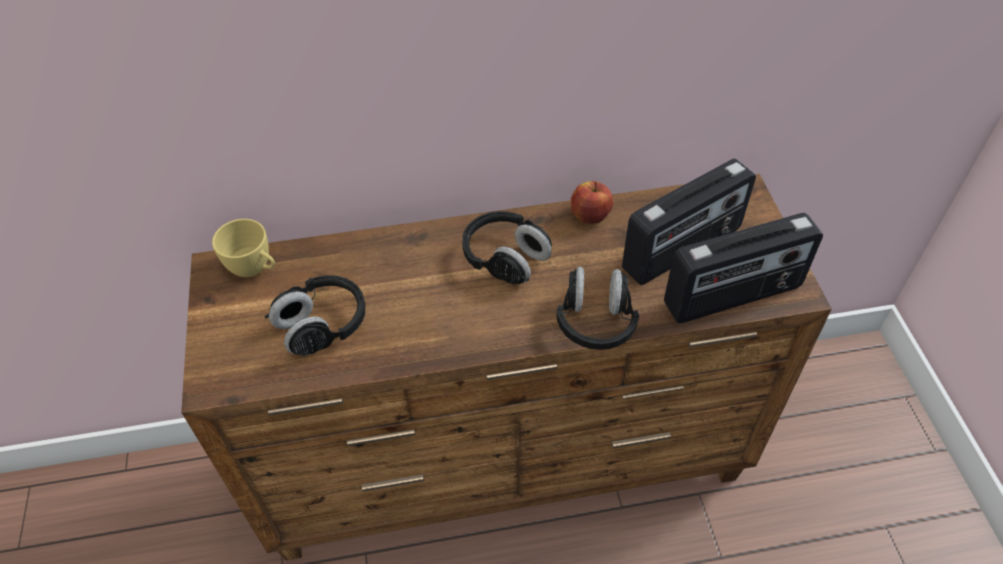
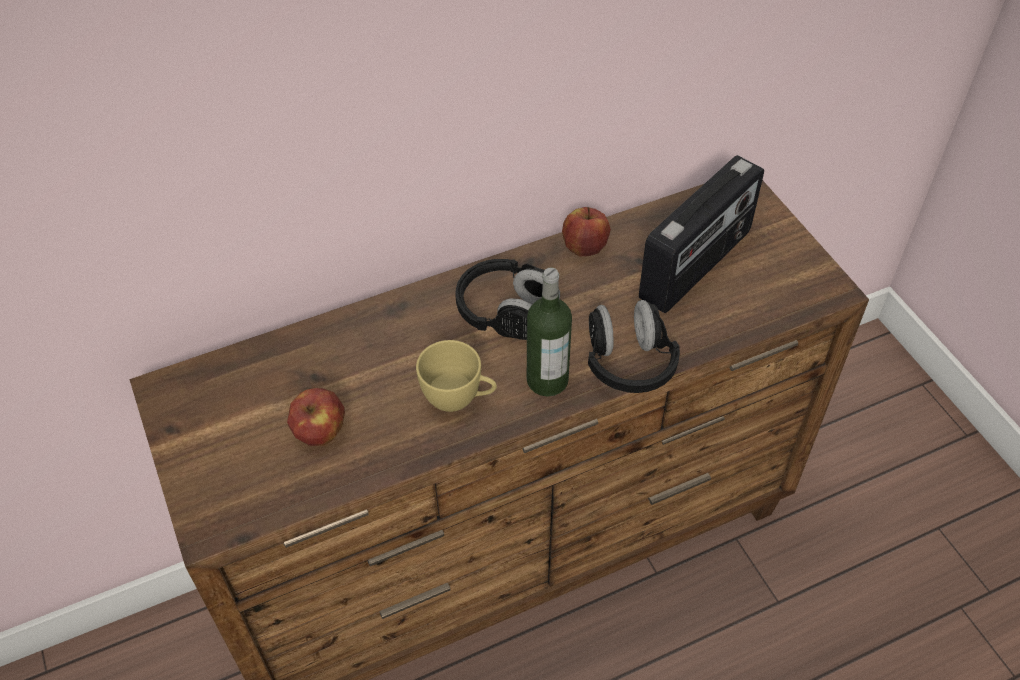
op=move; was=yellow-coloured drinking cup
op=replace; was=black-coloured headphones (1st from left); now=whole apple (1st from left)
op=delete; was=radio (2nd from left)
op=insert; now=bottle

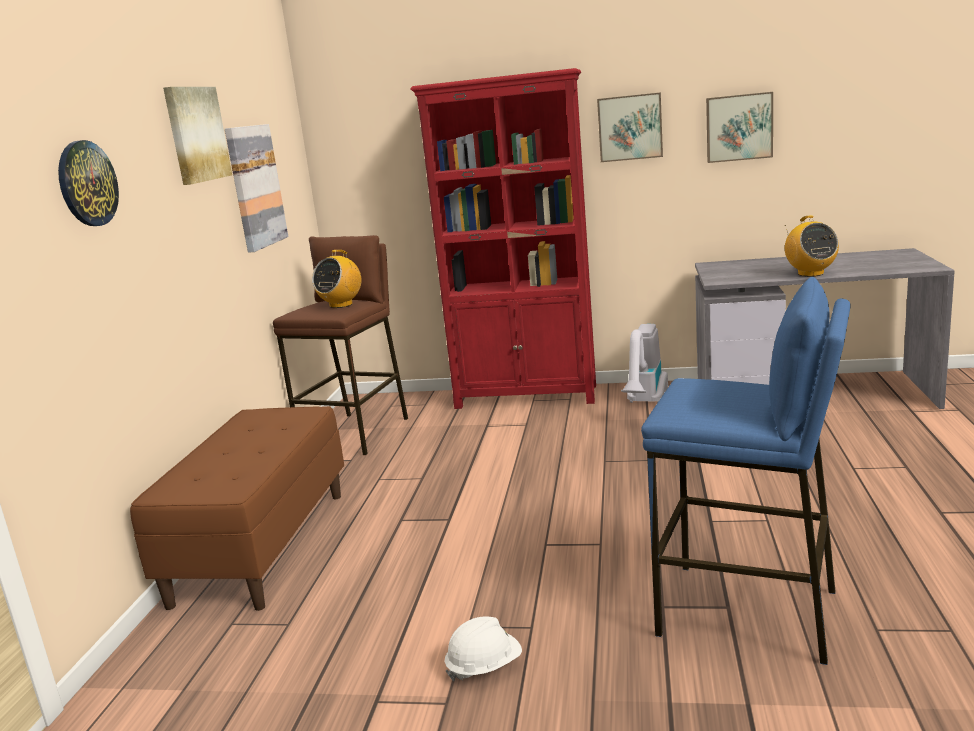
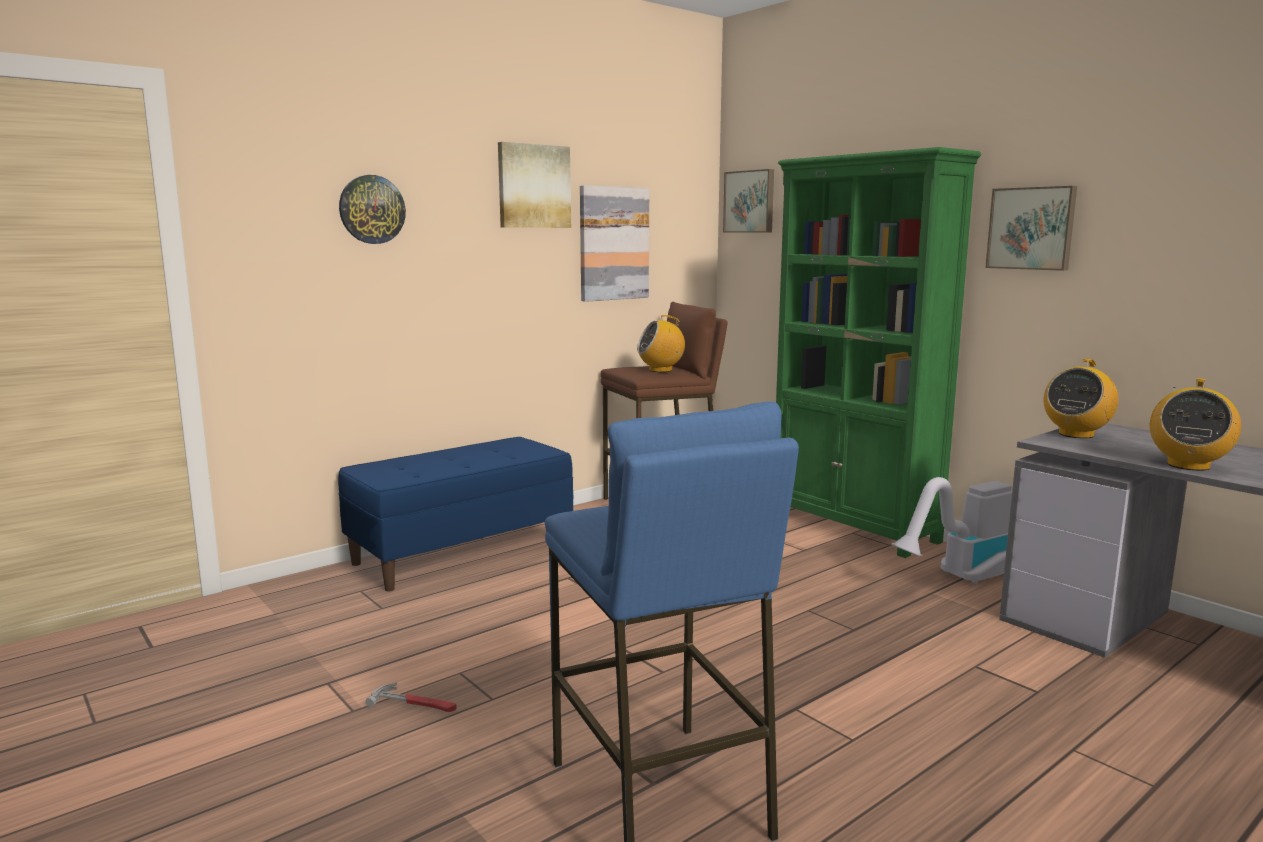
op=recolor; was=brown indoor bench; now=blue-coloured indoor bench
op=recolor; was=red shelving unit; now=green-coloured shelving unit
op=replace; was=white-coloured hard hat; now=hand hammer
op=move; was=picture (4th from left in the first image); now=picture (3rd from left)
op=insert; now=radio (2nd from left)

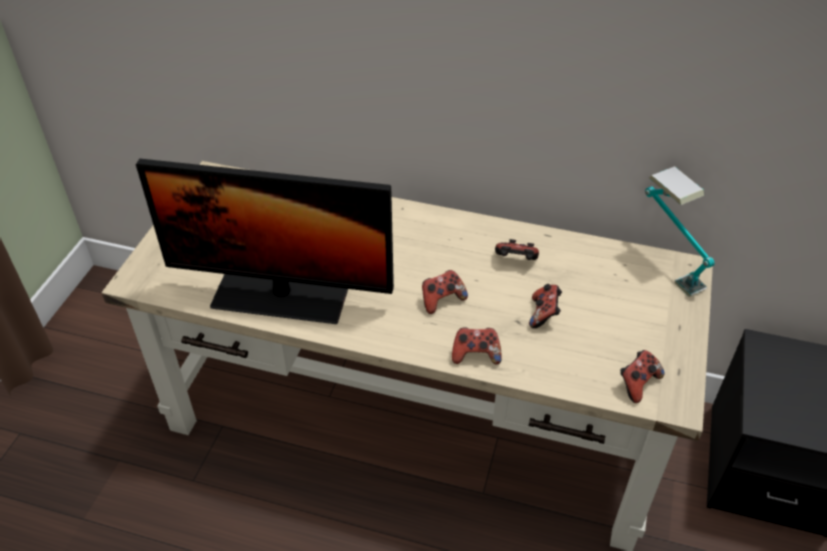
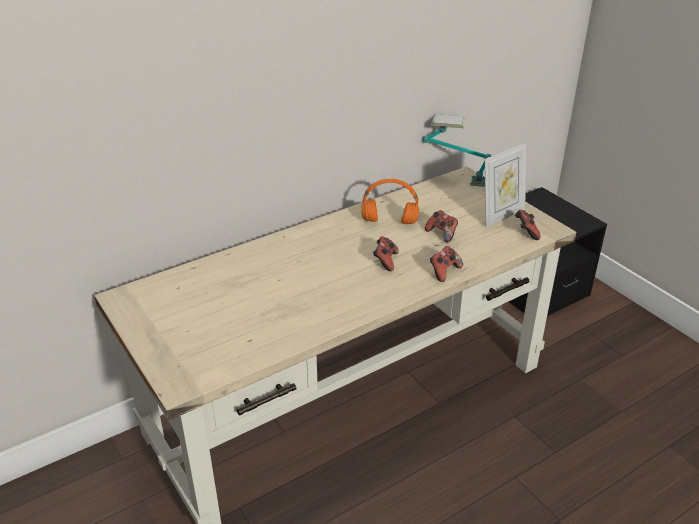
op=delete; was=monitor
op=replace; was=game controller (3rd from left); now=orange headphones
op=insert; now=photo frame

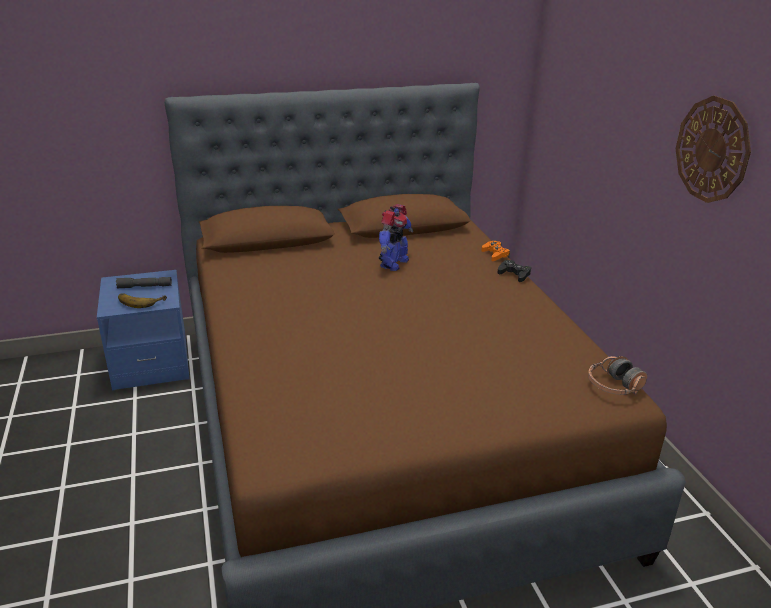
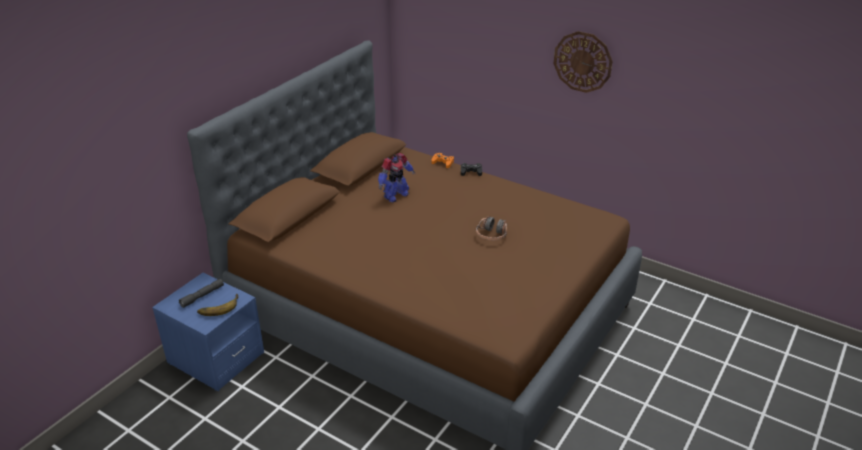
op=rotate; was=robot figure; clockwise=60
op=move; was=headphones

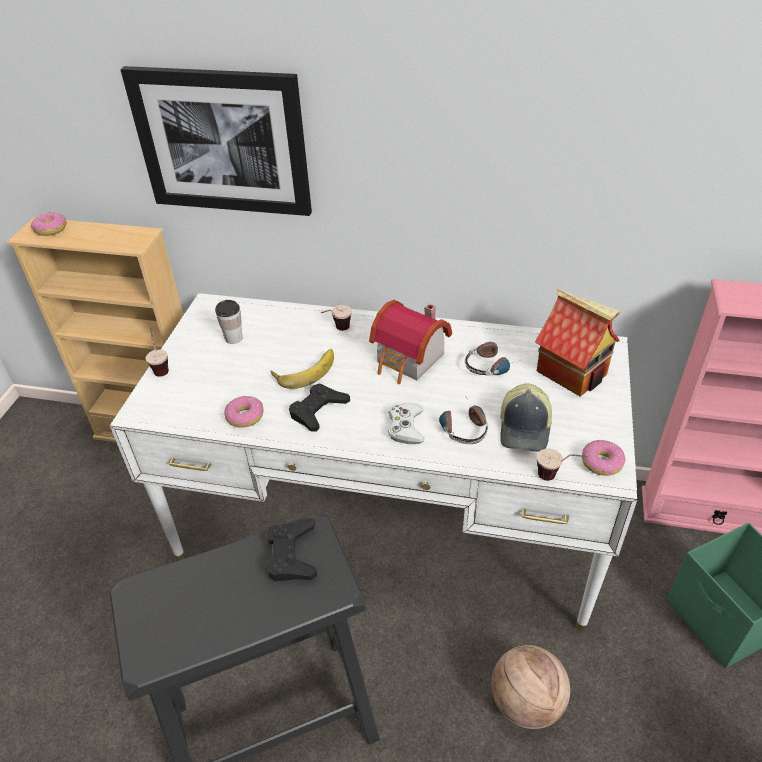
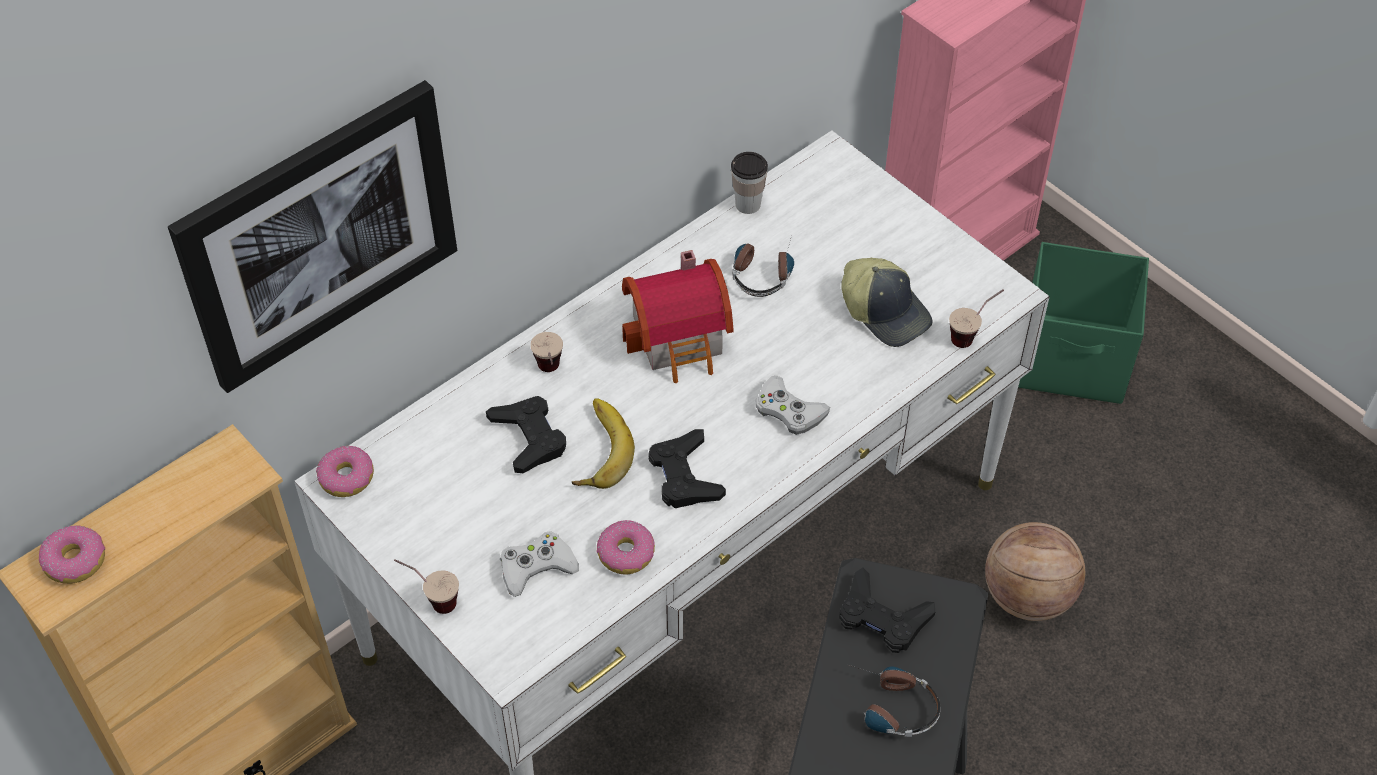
op=move; was=drinking cup (2nd from left in the first image); now=drinking cup (3rd from left)
op=move; was=headphones (1st from left in the first image); now=headphones (2nd from left)
op=delete; was=toy house (2nd from left)
op=move; was=donut (3rd from left in the first image); now=donut (2nd from left)
op=insert; now=black-coloured game controller (1st from left)
op=insert; now=white-coloured game controller (1st from left)

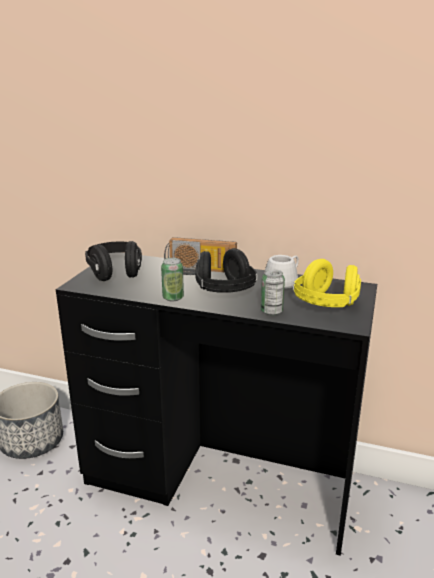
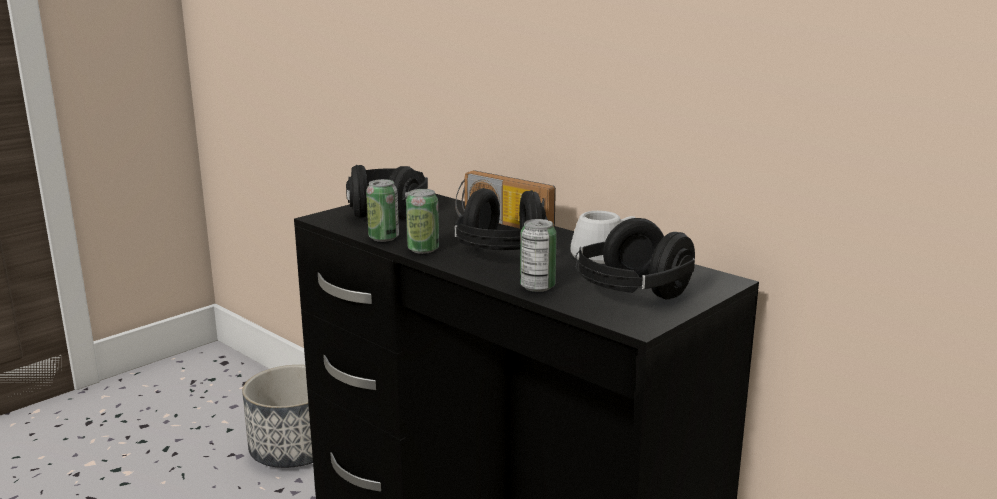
op=recolor; was=yellow-coloured headphones; now=black-coloured headphones (3rd from left)
op=insert; now=sealed can (1st from left)

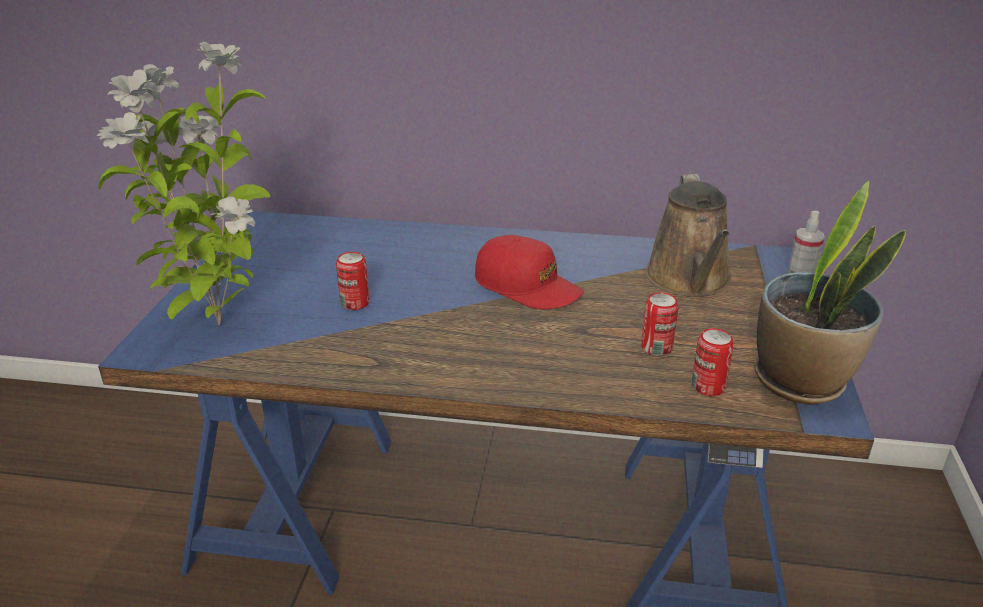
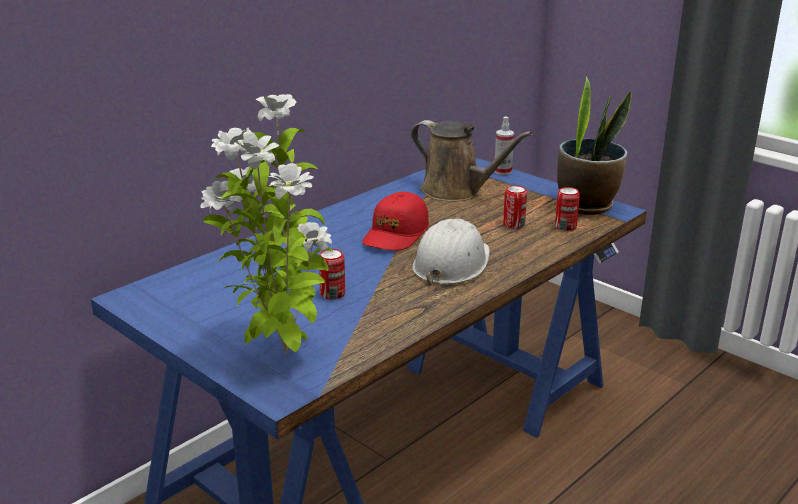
op=rotate; was=red baseball cap; clockwise=135
op=insert; now=white-coloured hard hat

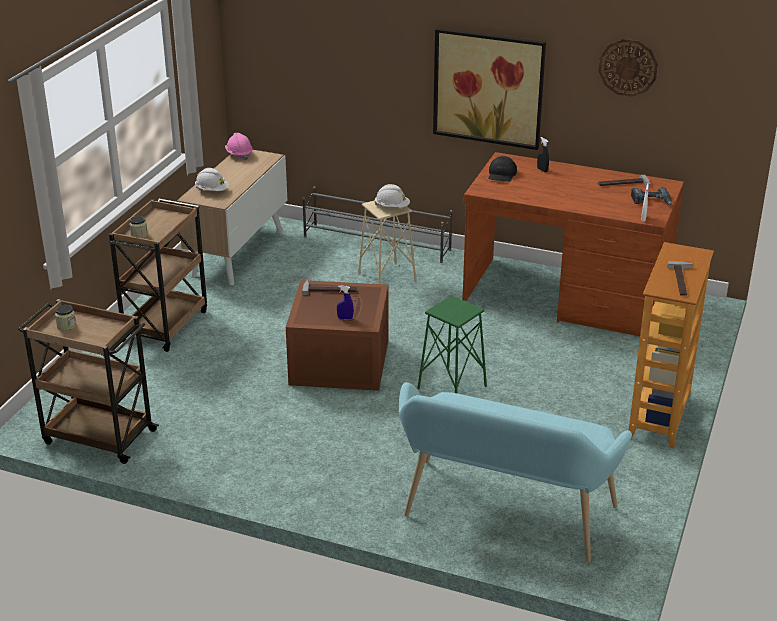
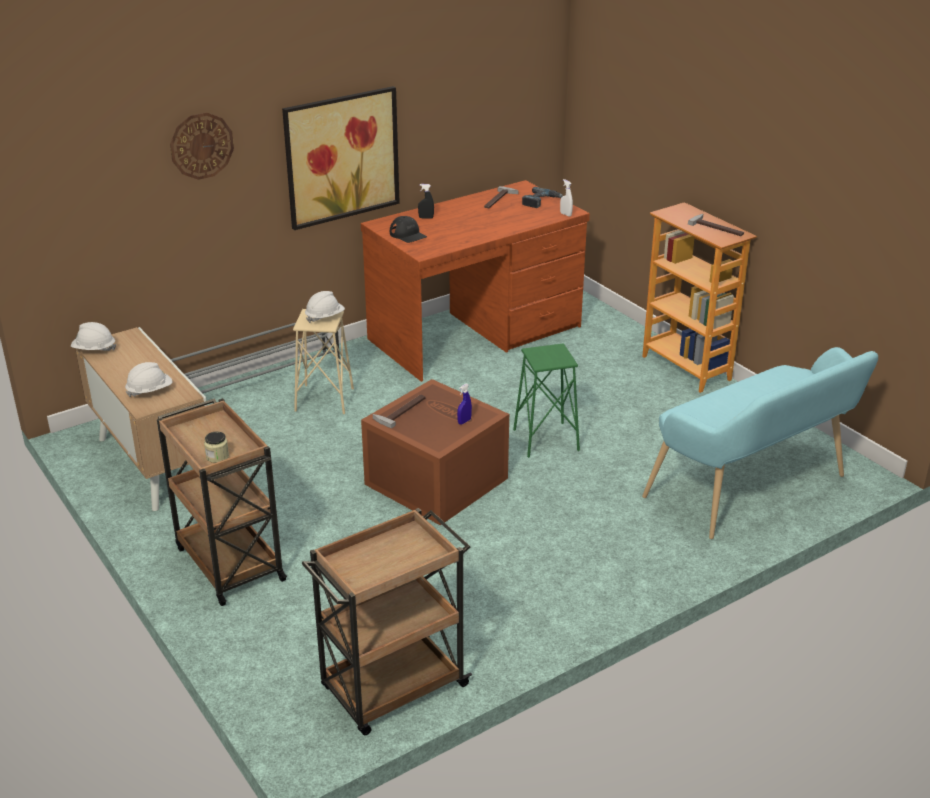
op=delete; was=preserve jar (1st from left)
op=recolor; was=pink-coloured hard hat; now=white-coloured hard hat (1st from left)
op=move; was=hanging clock

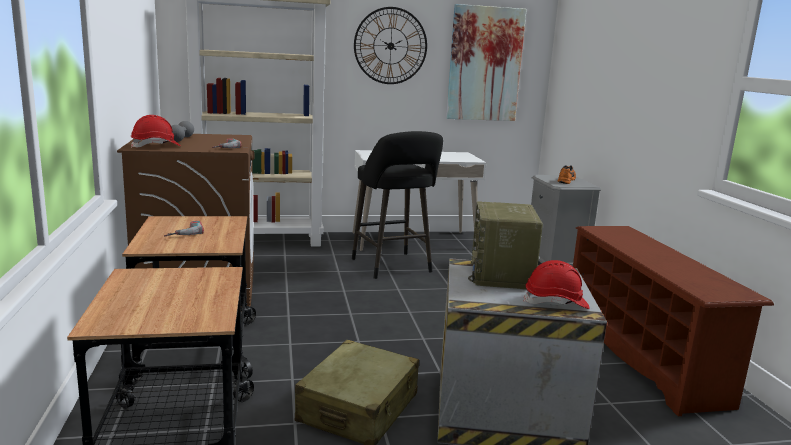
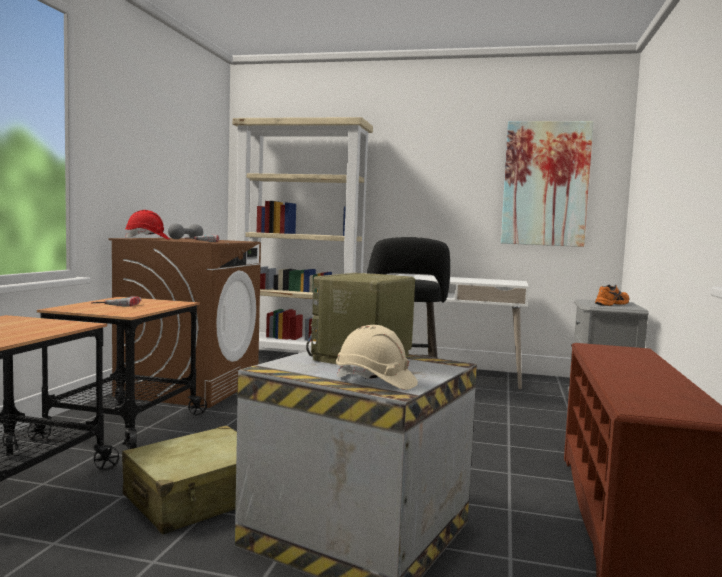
op=delete; was=hanging clock
op=recolor; was=red hard hat (2nd from left); now=sand-coloured hard hat

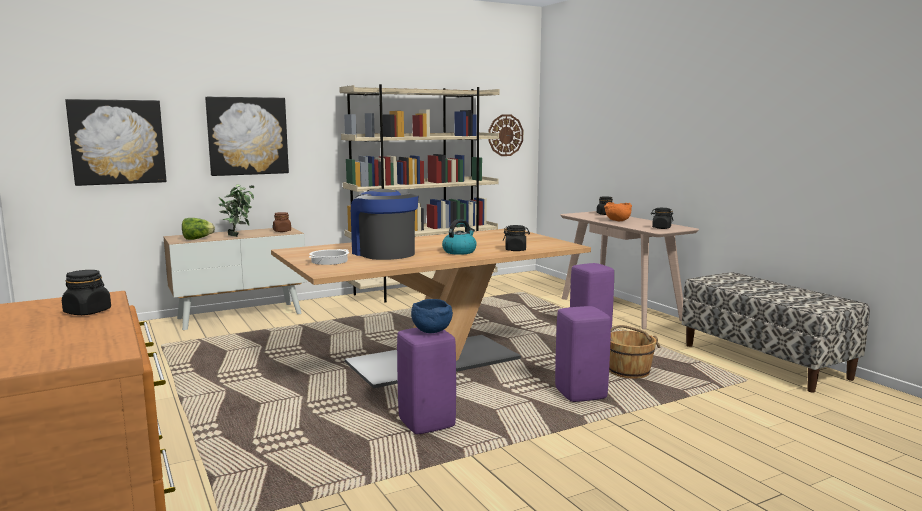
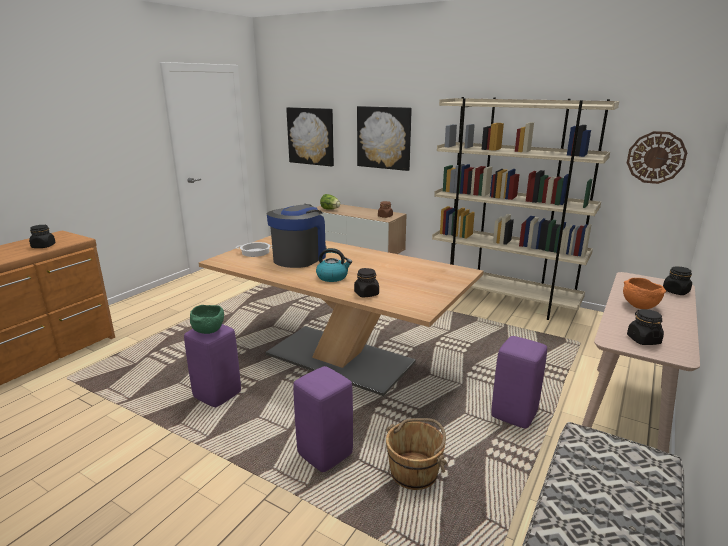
op=delete; was=potted plant
op=recolor; was=blue-coloured serving bowl; now=green-coloured serving bowl

